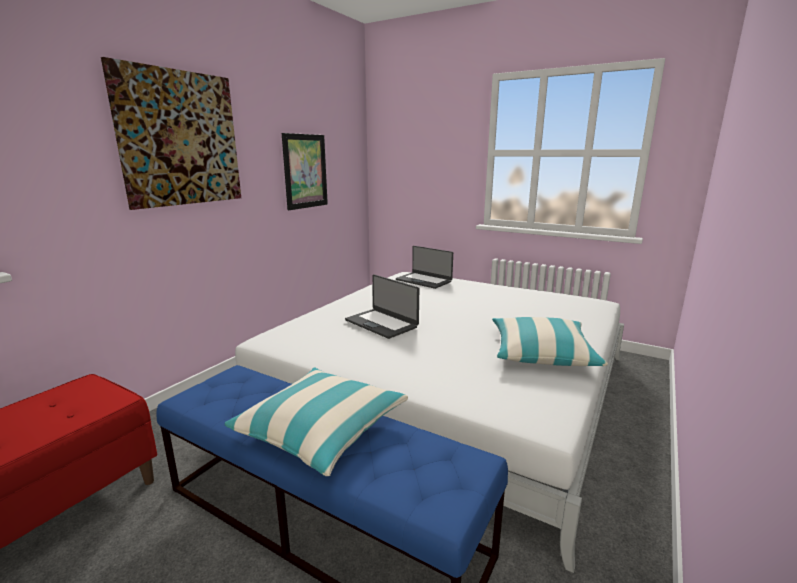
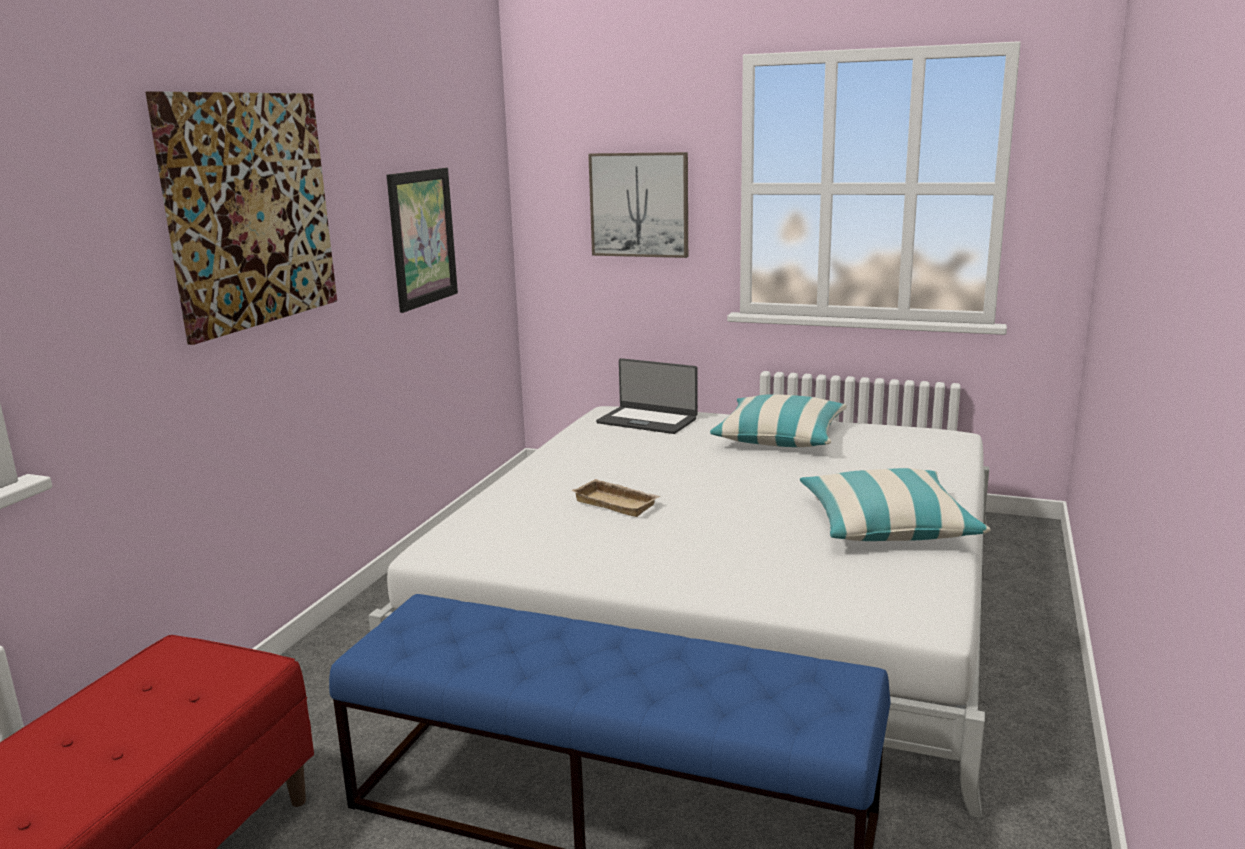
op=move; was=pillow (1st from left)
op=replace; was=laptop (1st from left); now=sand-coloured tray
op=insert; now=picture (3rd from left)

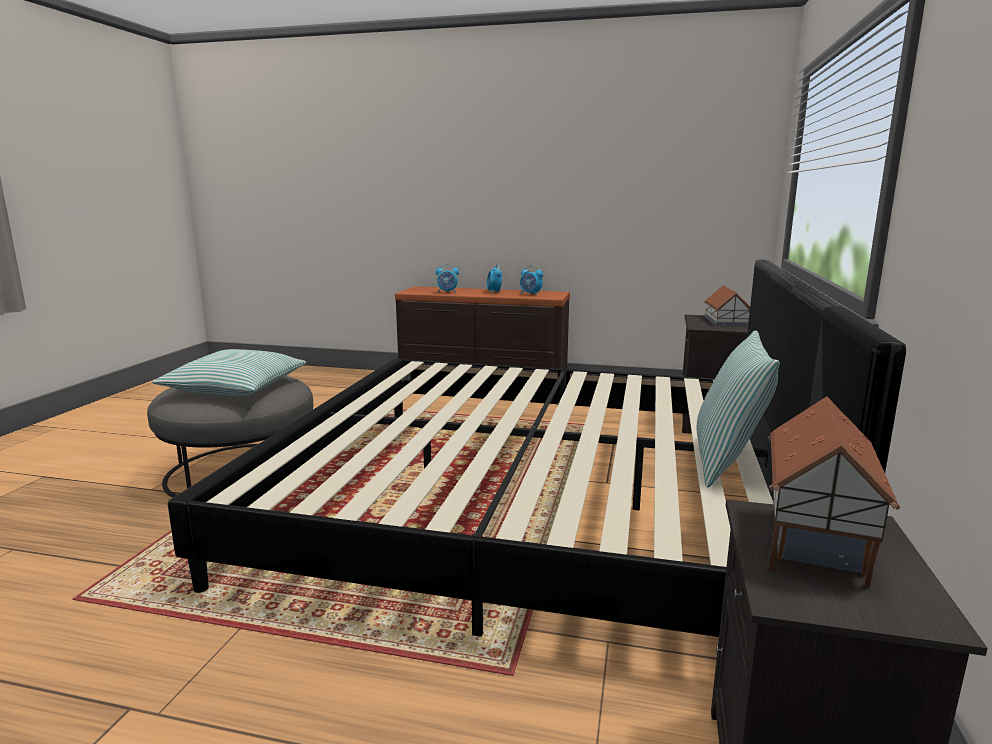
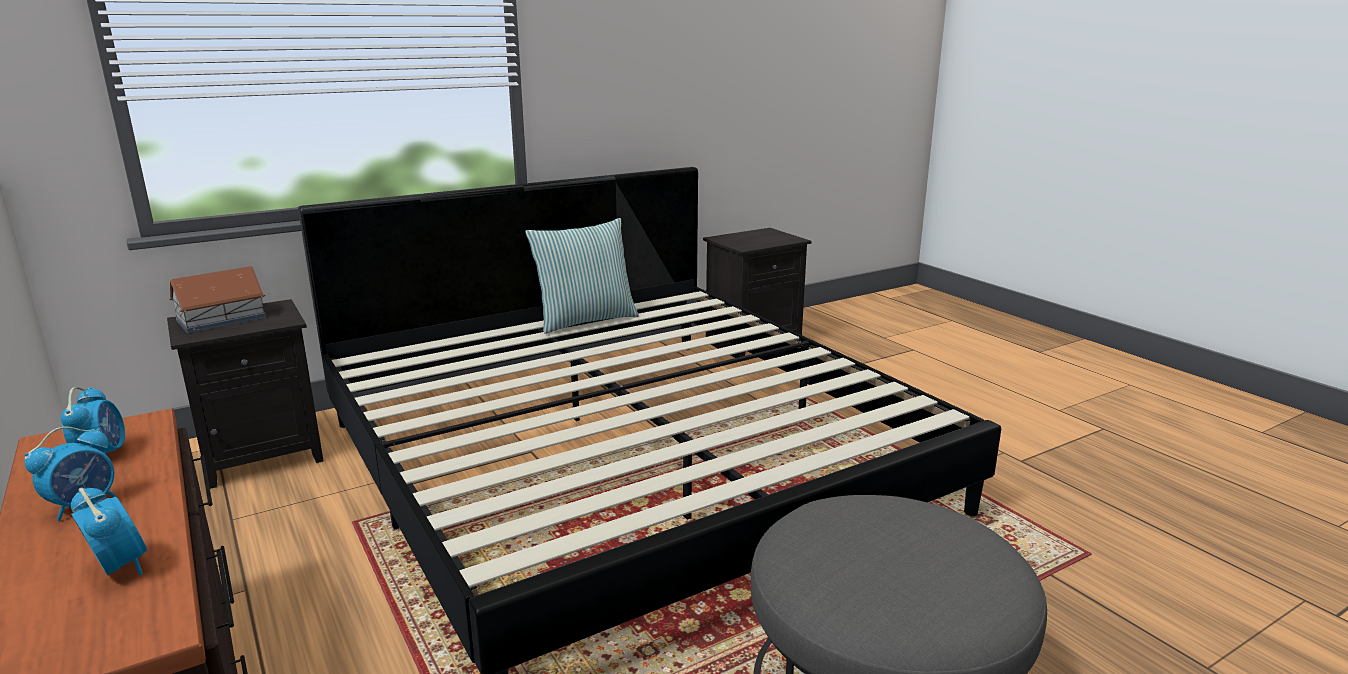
op=delete; was=pillow (1st from left)
op=delete; was=toy house (2nd from left)

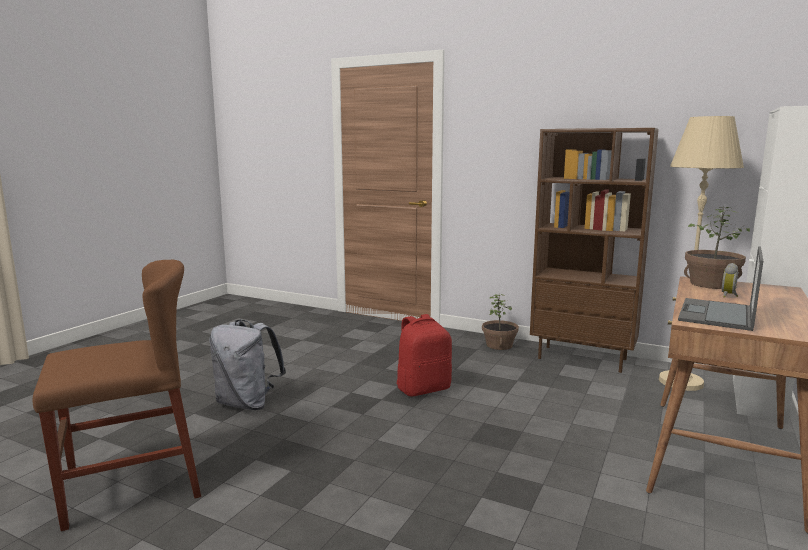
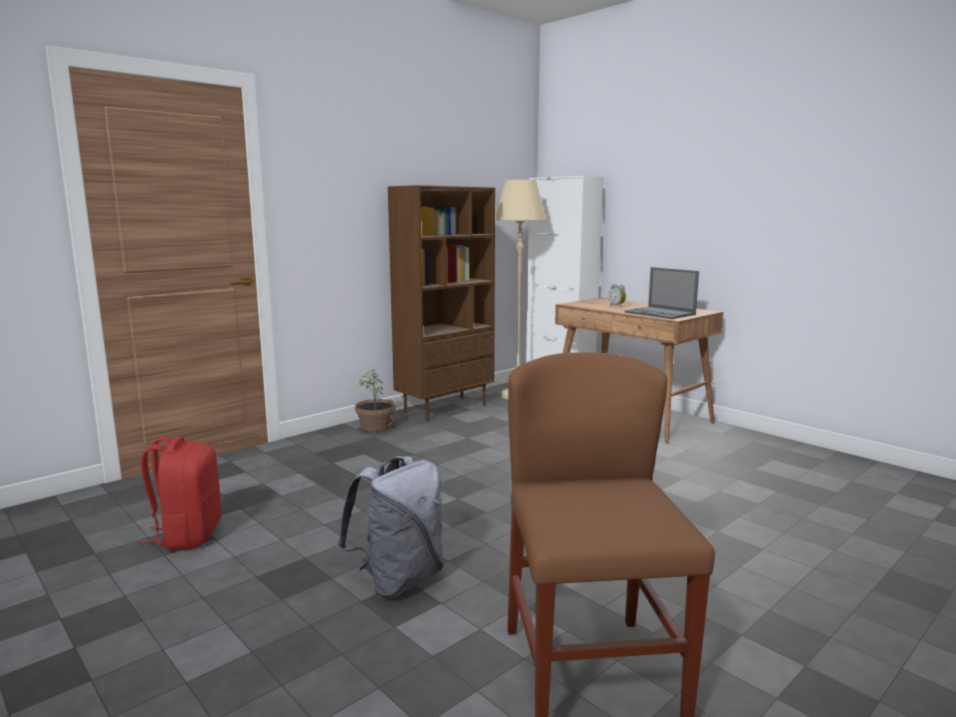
op=move; was=red knapsack
op=delete; was=potted plant (2nd from left)

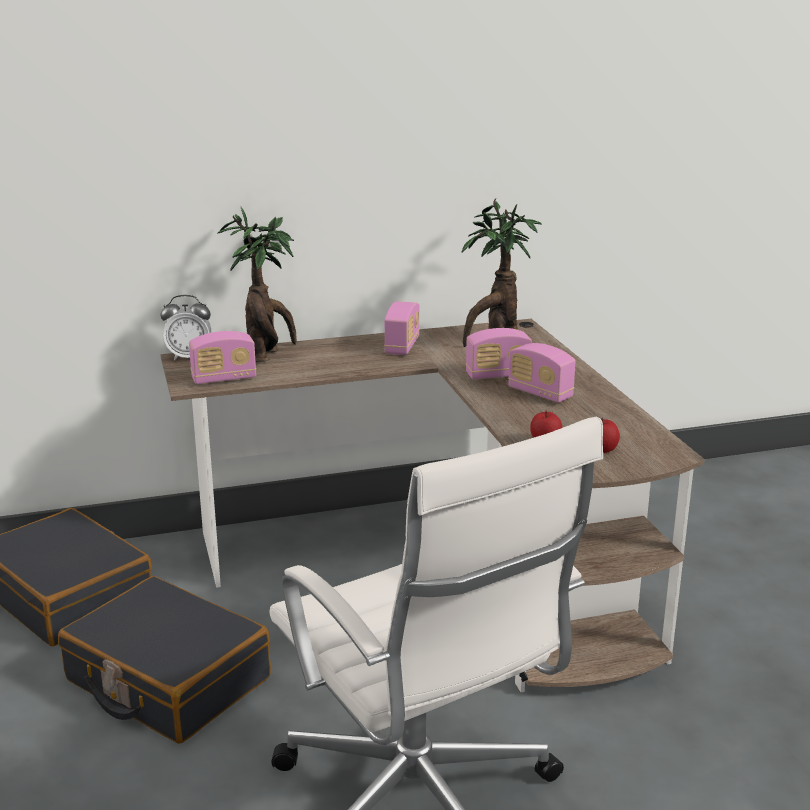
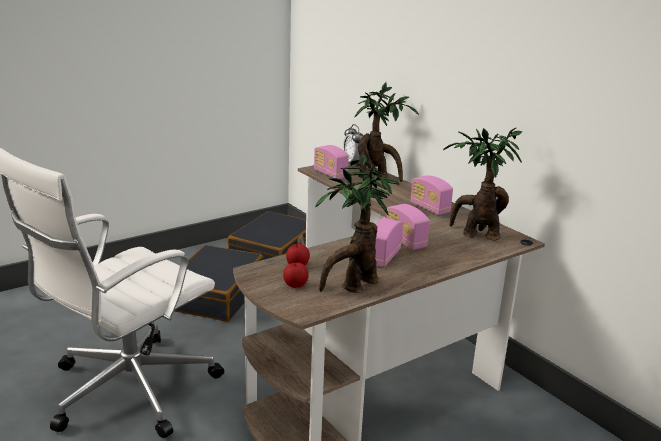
op=rotate; was=radio (2nd from left in the first image); clockwise=60
op=insert; now=potted plant (1st from left)

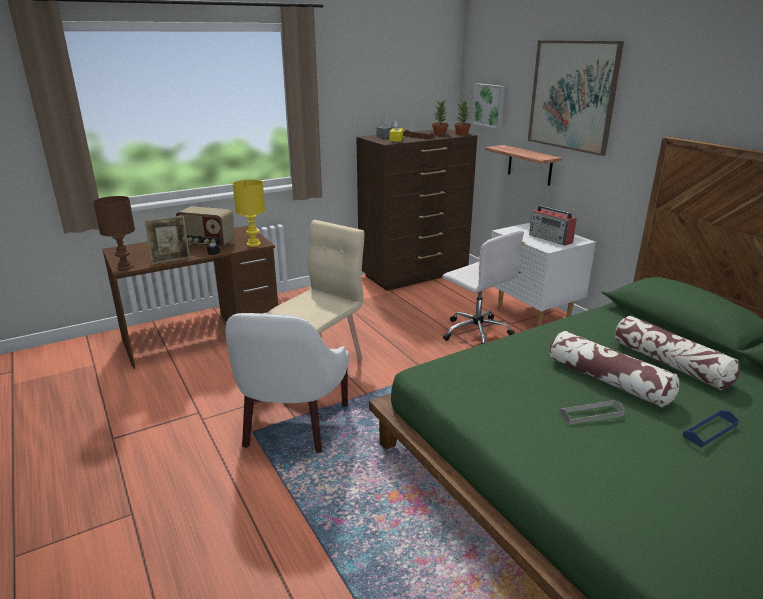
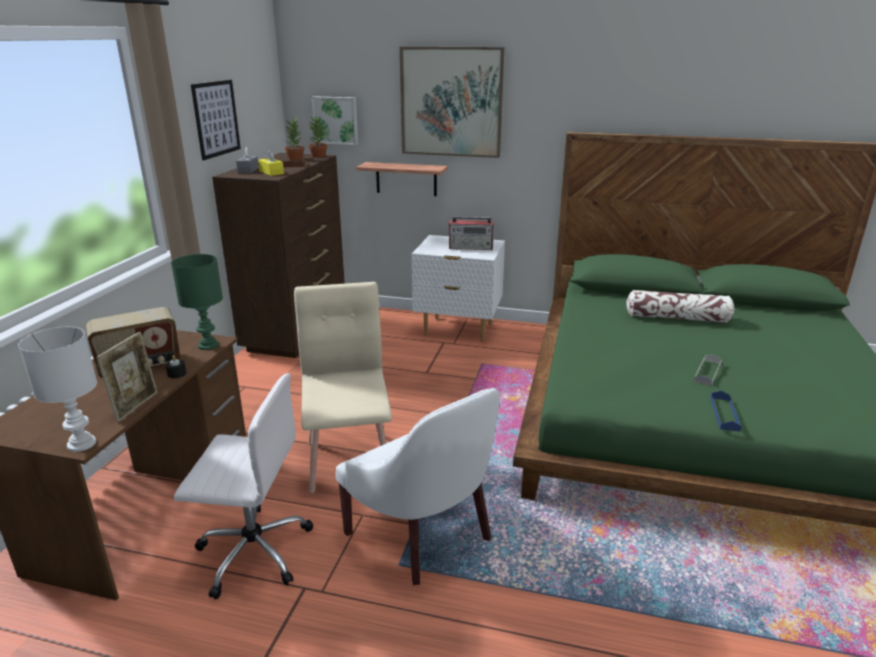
op=recolor; was=brown lamp for a table; now=white-coloured lamp for a table
op=recolor; was=yellow-coloured lamp for a table; now=green-coloured lamp for a table
op=move; was=white-coloured desk chair
op=delete; was=pillow (1st from left)
op=move; was=blue-coloured tray
op=insert; now=picture (1st from left)

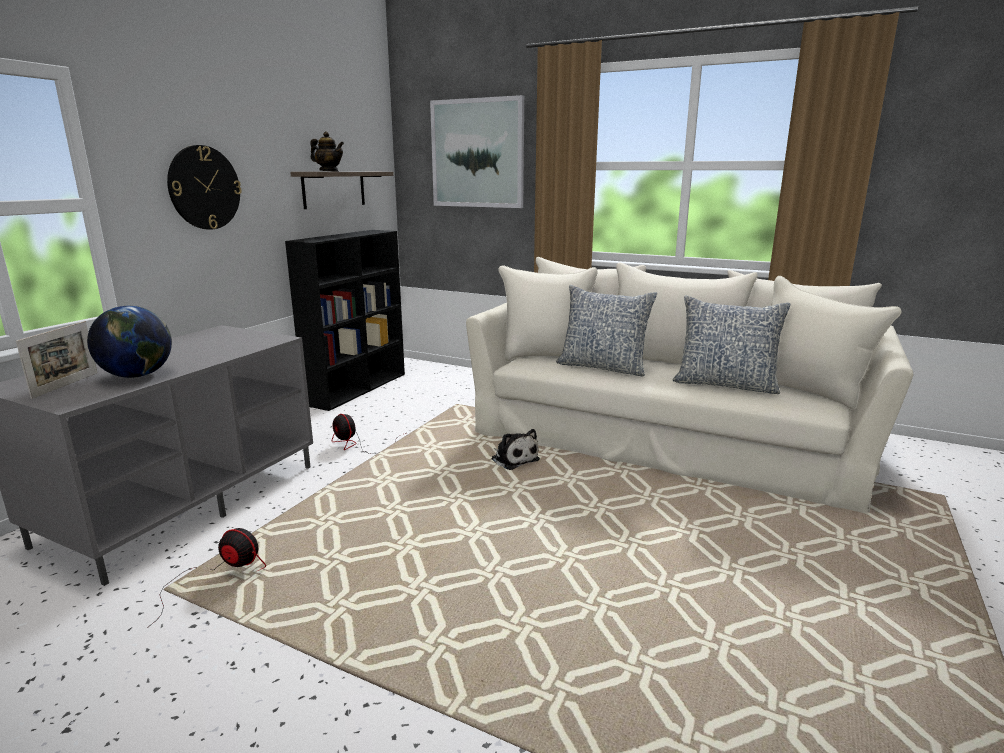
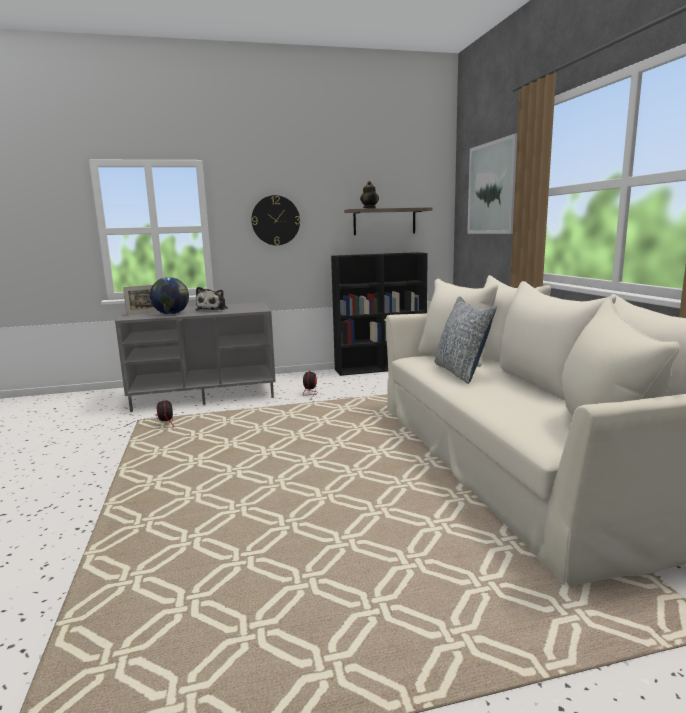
op=move; was=plush toy
op=delete; was=pillow (2nd from left)

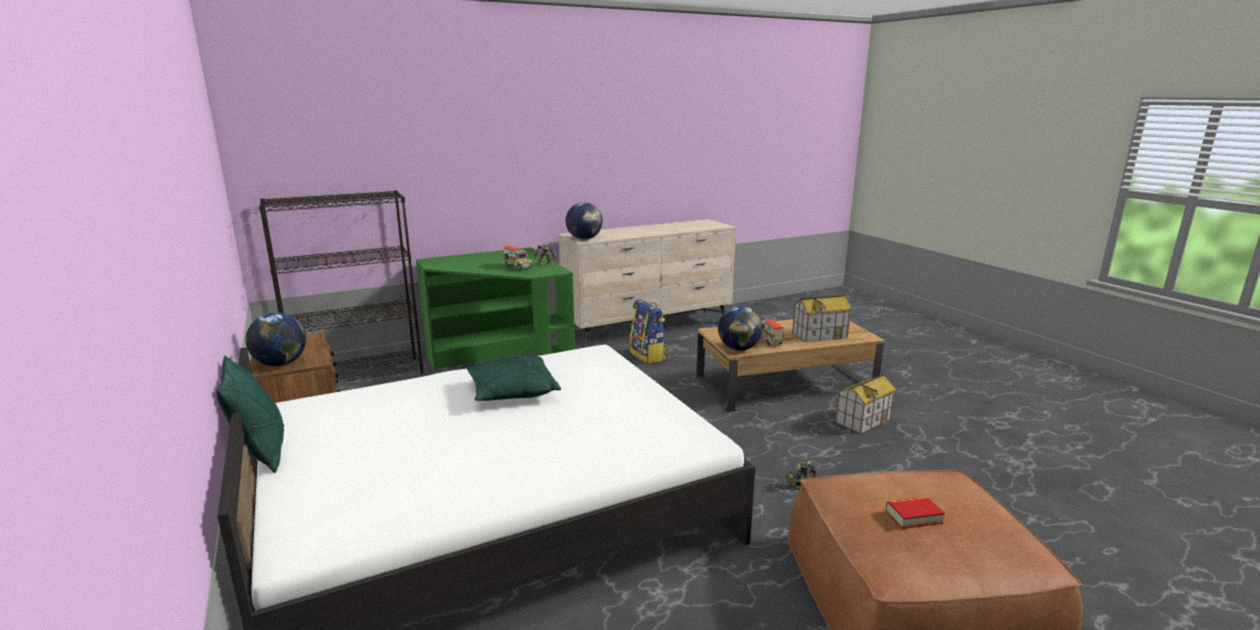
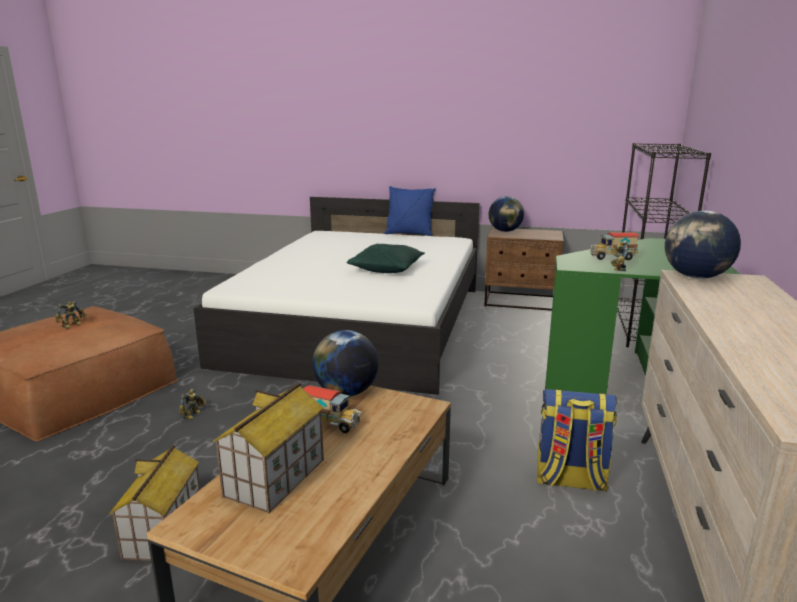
op=recolor; was=green-coloured pillow (1st from left); now=blue-coloured pillow
op=replace; was=volume; now=robot figure (1st from left)

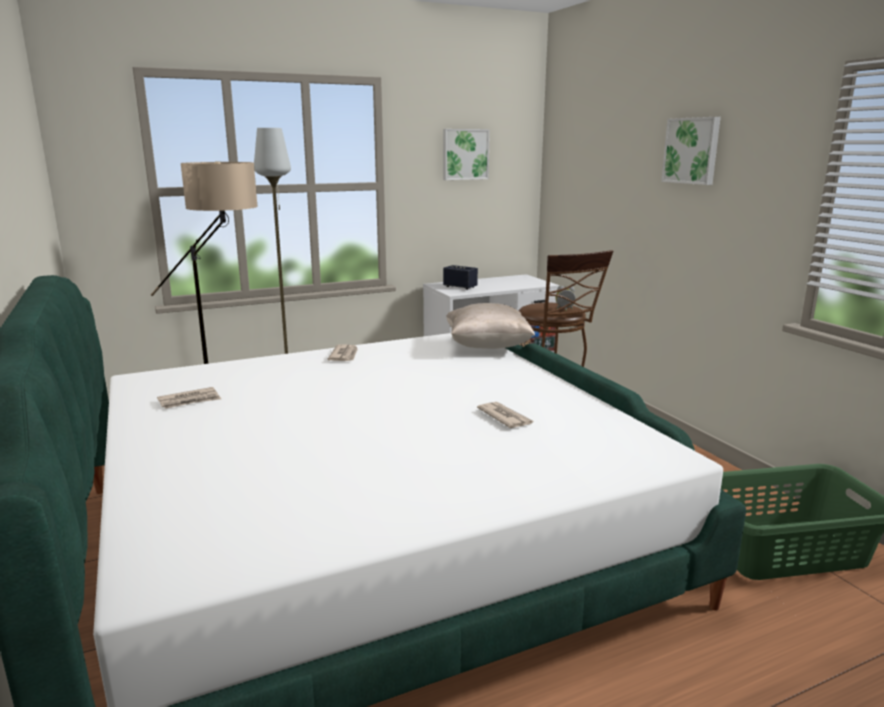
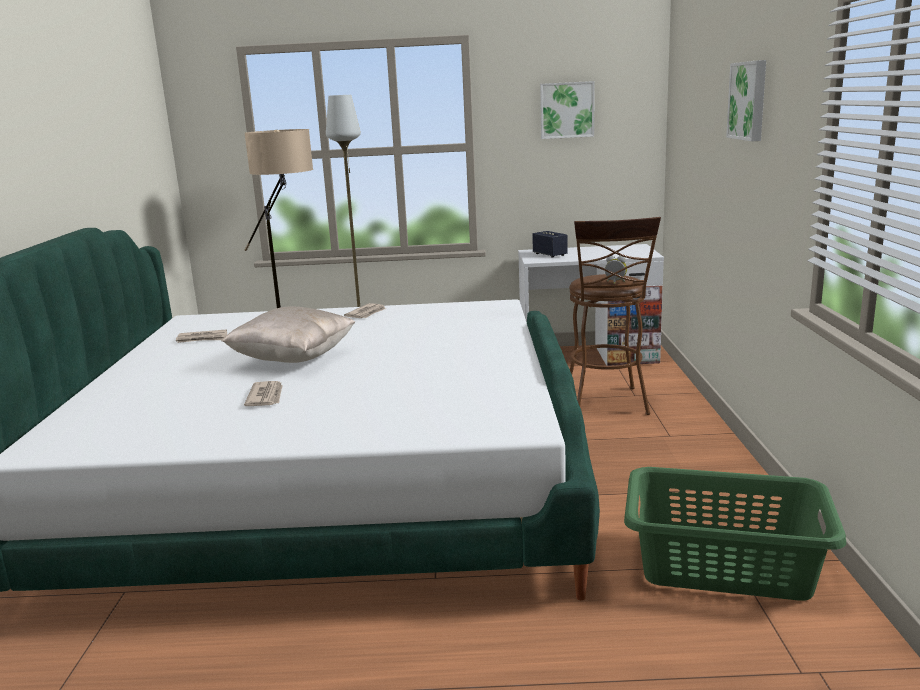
op=move; was=sand-coloured pillow
op=move; was=printed paper (3rd from left in the first image); now=printed paper (2nd from left)

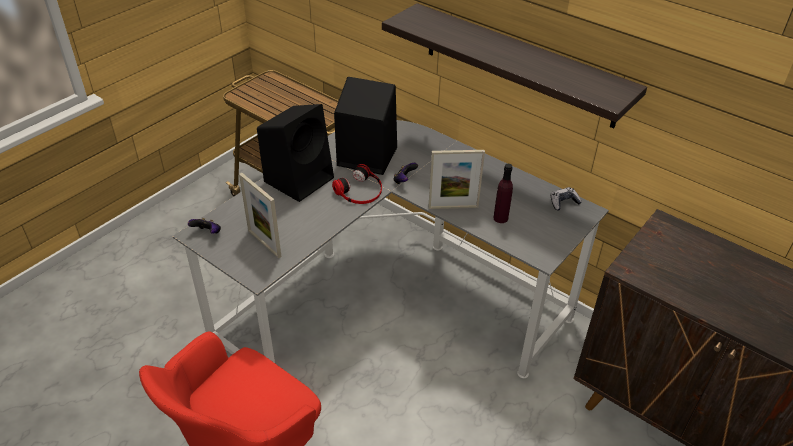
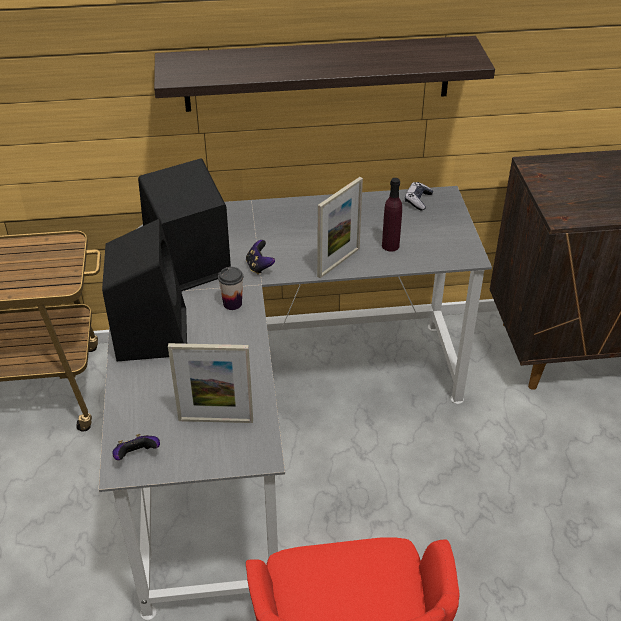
op=replace; was=headphones; now=drinking cup

